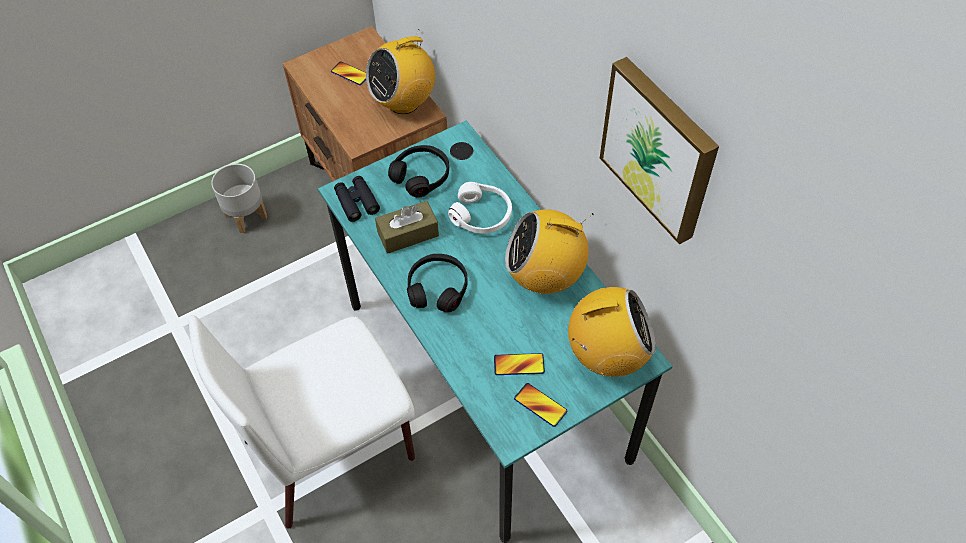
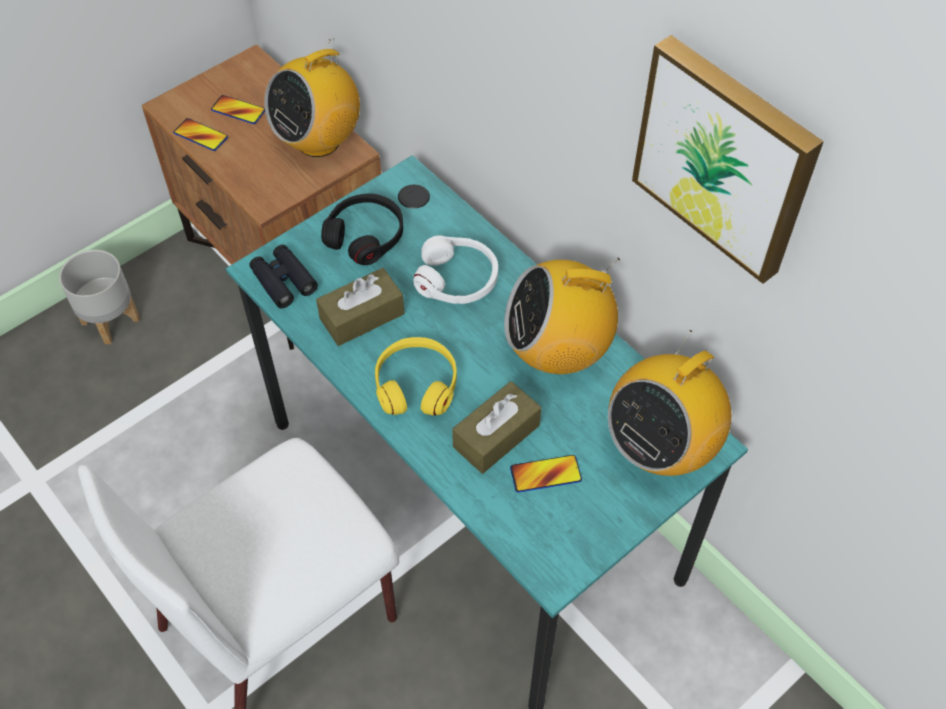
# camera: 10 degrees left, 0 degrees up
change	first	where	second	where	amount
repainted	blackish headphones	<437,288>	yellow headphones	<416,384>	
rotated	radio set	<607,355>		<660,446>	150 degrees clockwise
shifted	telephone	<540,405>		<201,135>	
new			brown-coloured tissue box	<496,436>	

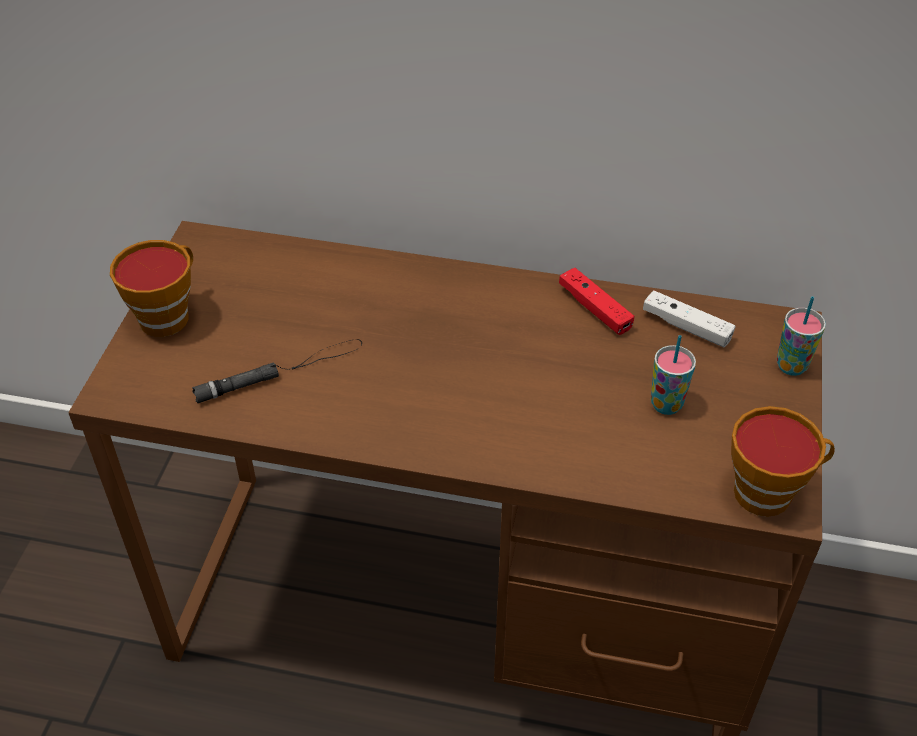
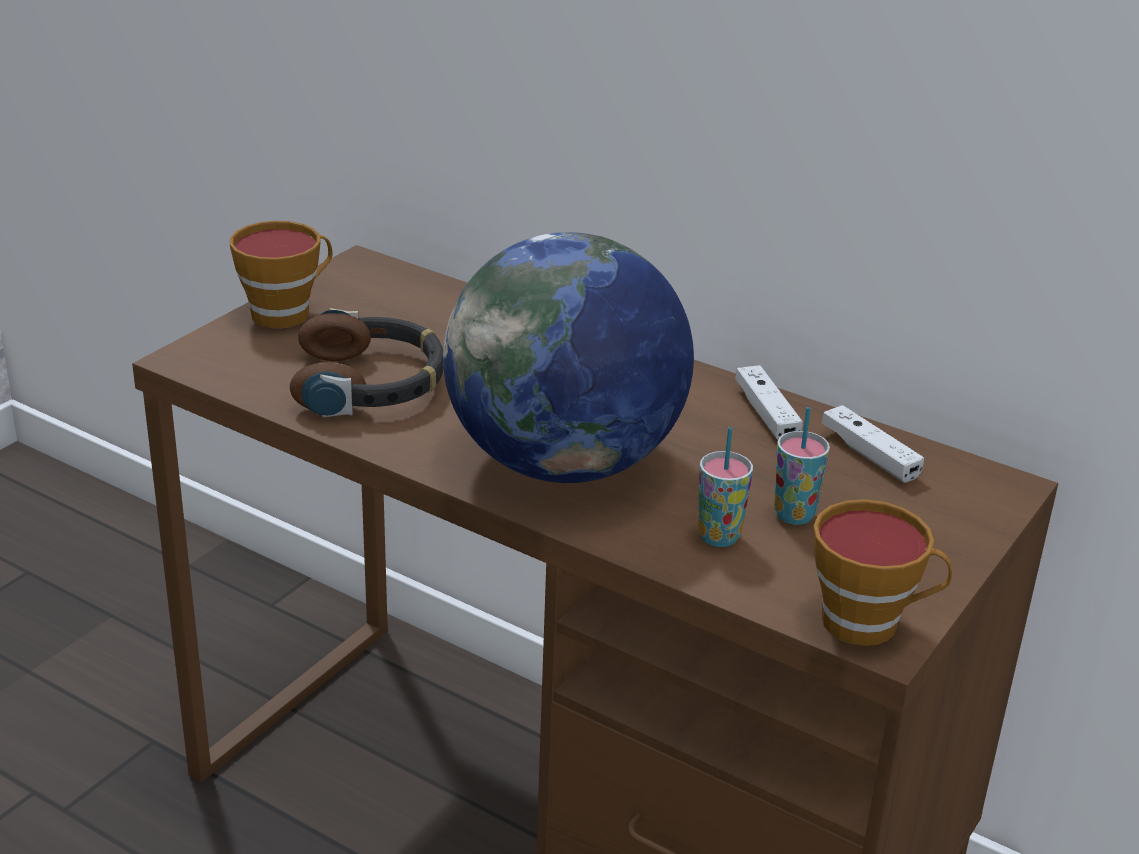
# camera: 20 degrees right, 15 degrees down
change	first	where	second	where	amount
repainted	red-coloured game controller	<594,309>	whitish game controller	<766,414>	
shifted	drinking cup	<791,366>		<719,537>	
swapped	blackish flashlight	<280,371>	headphones	<370,382>	
new			desk globe	<564,463>	

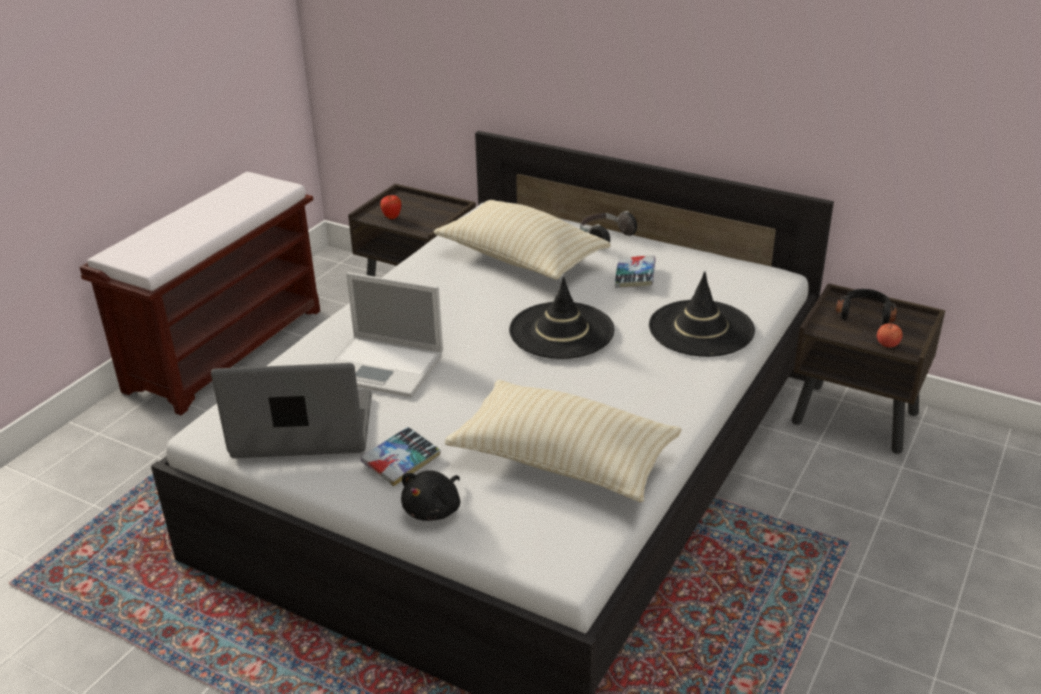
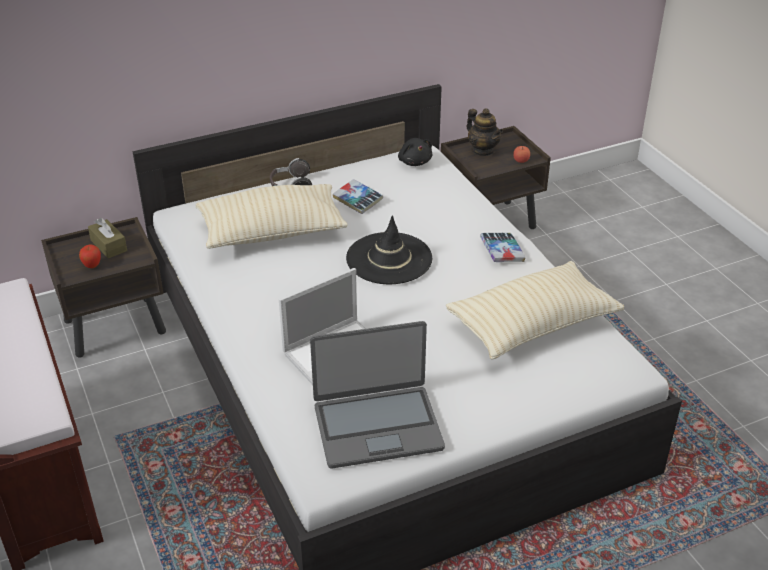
# camera: 55 degrees left, 5 degrees up
change	first	where	second	where	amount
gone	blackish clothing hat	<701,329>			
swapped	blackish headphones	<865,314>	teapot	<483,150>	
rotated	laptop	<303,429>		<377,426>	135 degrees counterclockwise
shifted	book	<401,462>		<502,251>	
shifted	blackish cuddly toy	<434,510>		<414,162>	
new			brown-coloured tissue box	<109,245>	

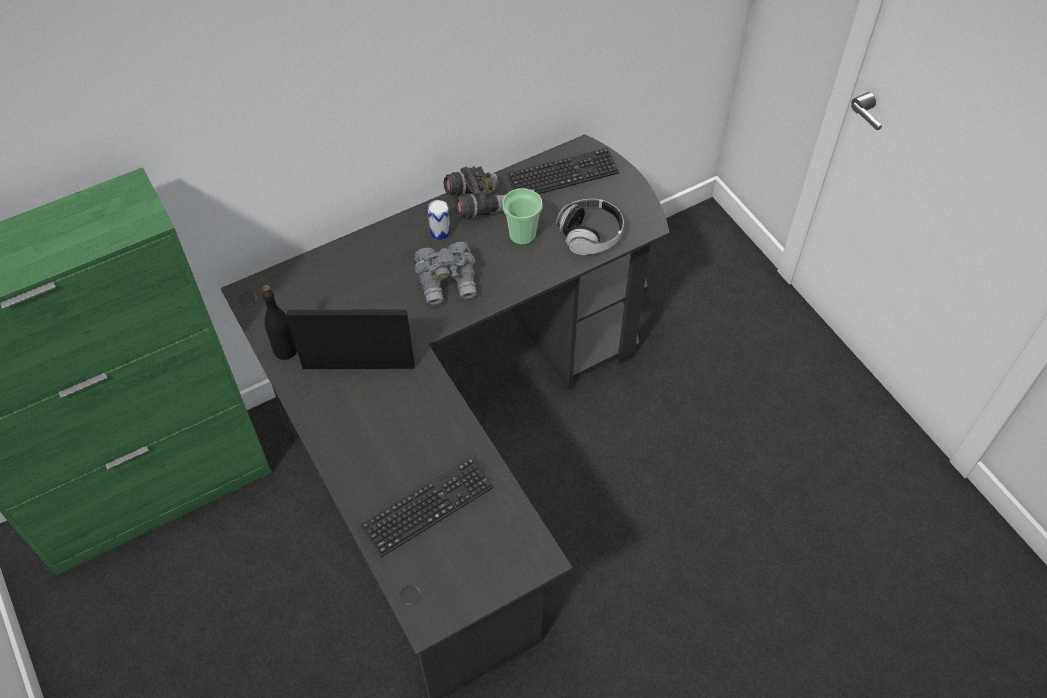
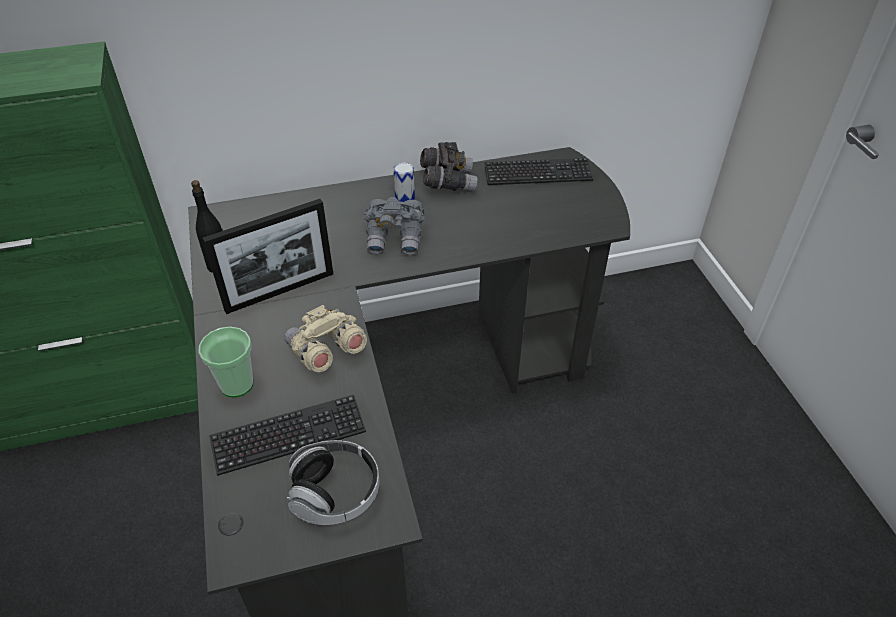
# camera: 15 degrees right, 10 degrees down
change	first	where	second	where	amount
shifted	drinking cup	<522,235>		<236,384>	
shifted	headphones	<590,236>		<335,493>	
rotated	picture frame	<358,366>		<280,291>	135 degrees clockwise
new			sand-coloured binoculars	<326,352>	

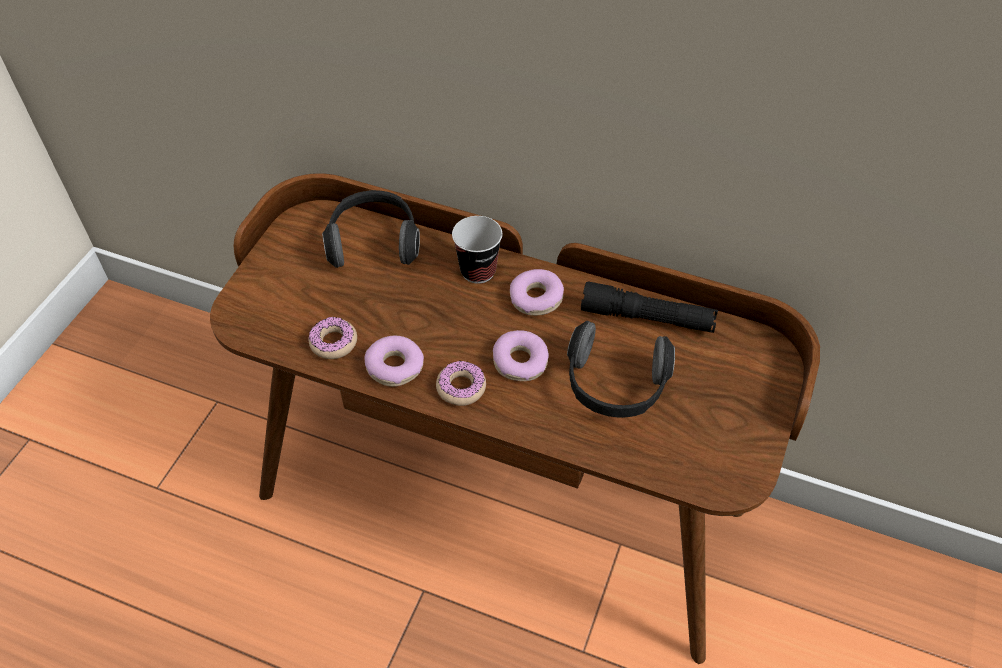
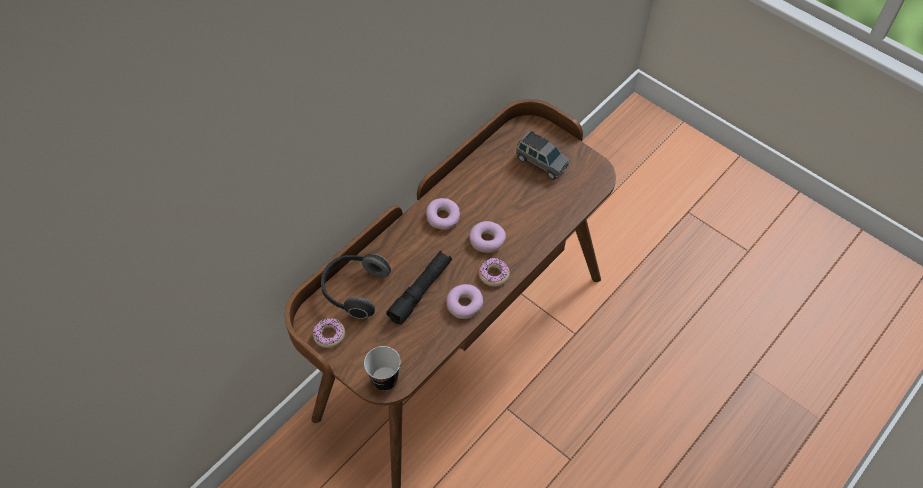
# camera: 70 degrees left, 5 degrees up
change	first	where	second	where	amount
shifted	drinking cup	<478,271>		<385,379>	
shifted	blackish flashlight	<647,318>		<420,291>	
shifted	ring doughnut	<333,342>		<329,335>	
gone	headphones	<615,386>			
new			greyish toy car	<541,162>	

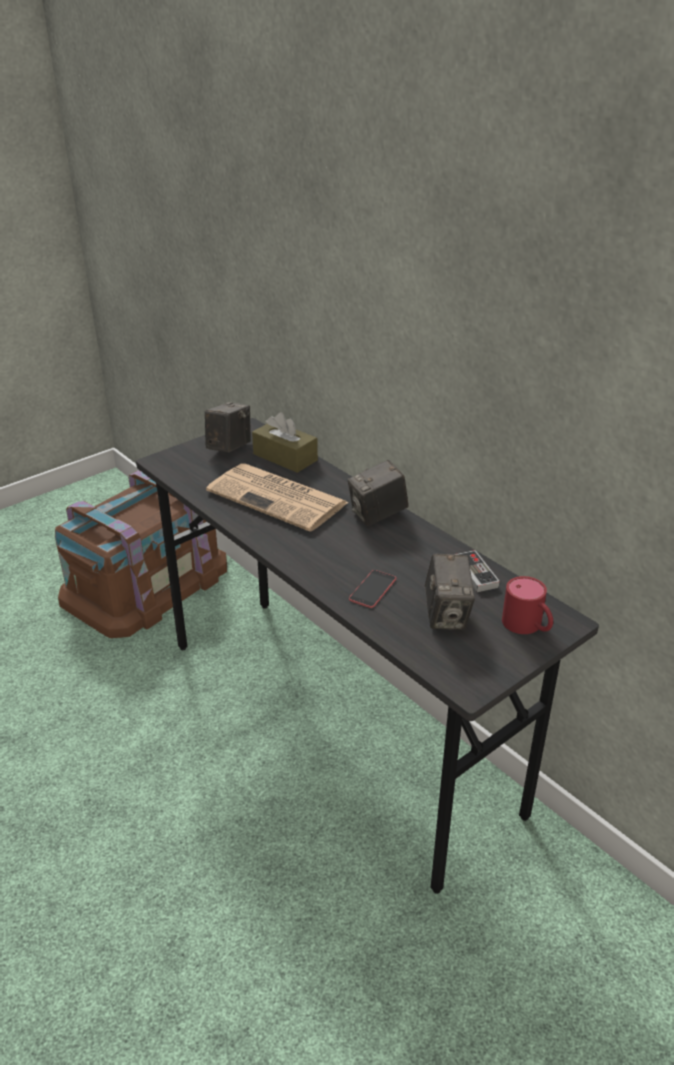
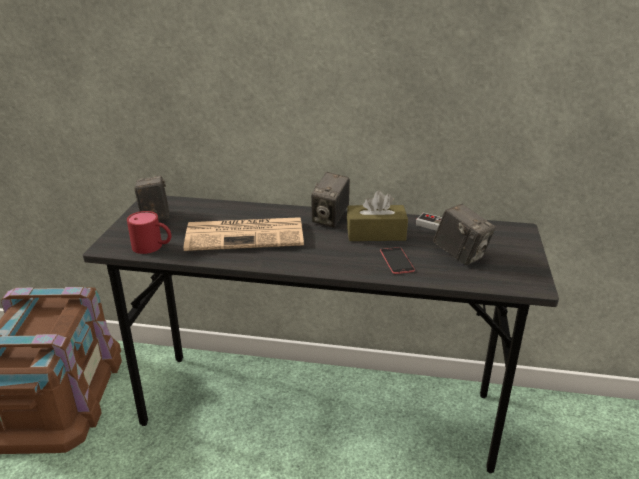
# camera: 40 degrees left, 5 degrees down
change	first	where	second	where	amount
shifted	brown-coloured tissue box	<285,457>		<376,233>	
shifted	red-coloured coffee mug	<528,626>		<153,247>	

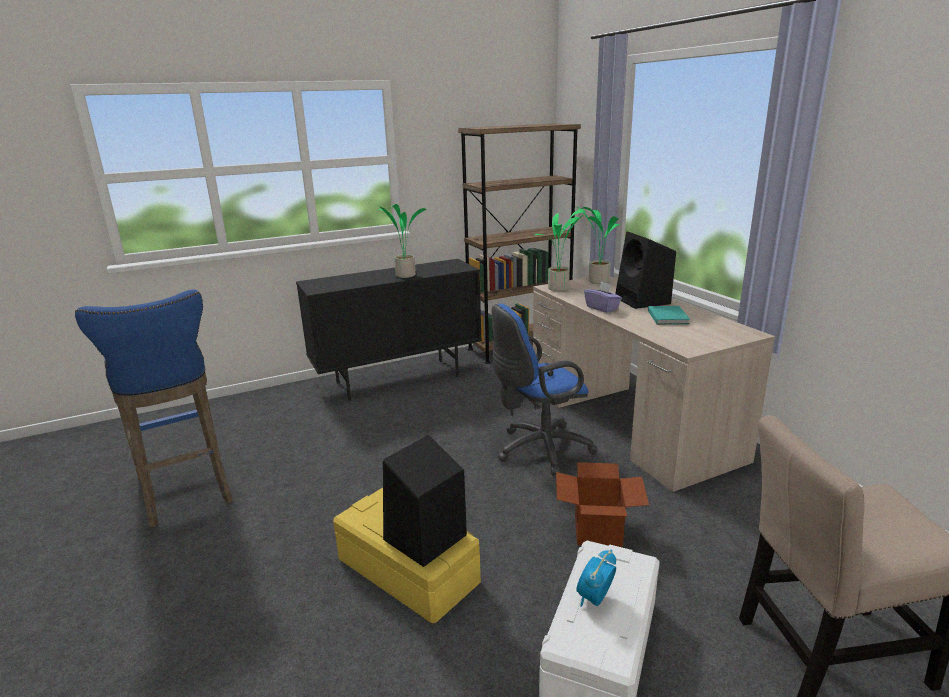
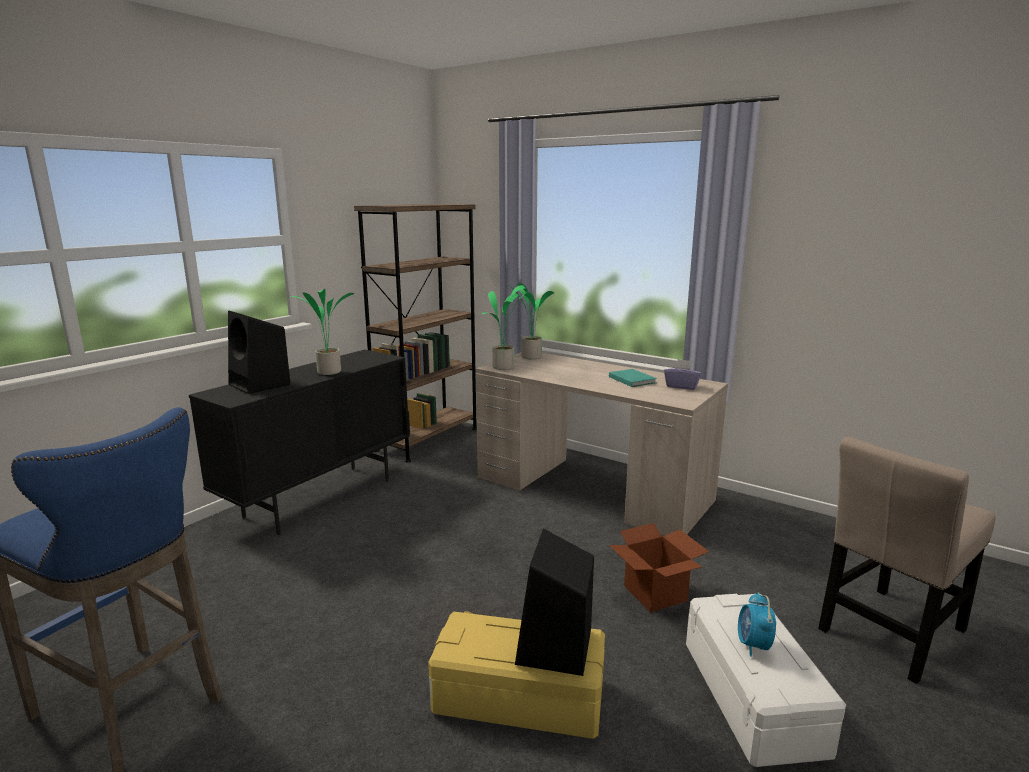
# camera: 30 degrees left, 5 degrees down
change	first	where	second	where	amount
shifted	blackish speaker	<643,301>		<260,384>	
shifted	purple tissue box	<602,308>		<681,386>	
gone	bluish desk chair	<539,450>			

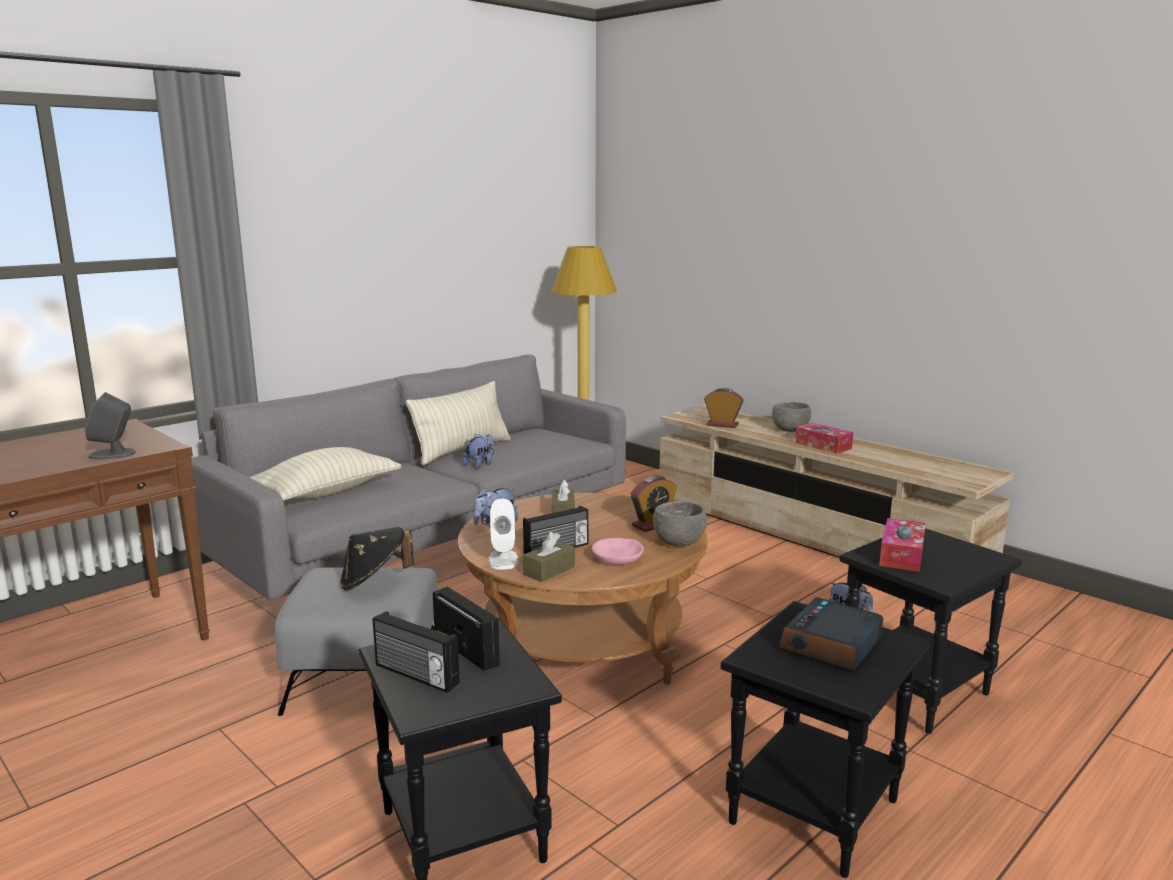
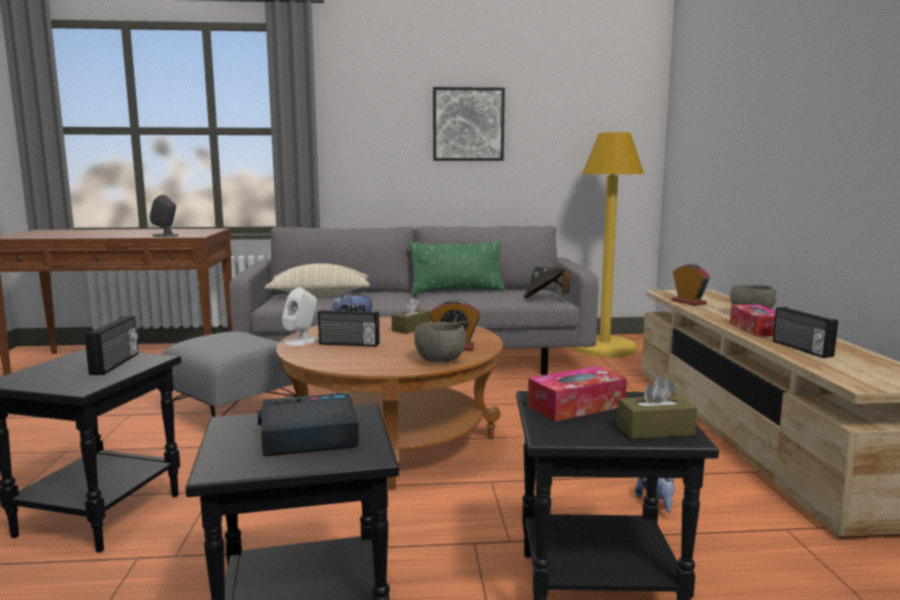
# camera: 40 degrees right, 5 degrees down
change	first	where	second	where	amount
repainted	sand-coloured cushion	<462,450>	green cushion	<457,291>	
gone	cuddly toy	<480,464>			
shifted	blackish clothing hat	<374,581>		<545,299>	
shifted	brown-coloured tissue box	<549,570>		<655,430>	
gone	pinkish deep dish	<618,558>			
shifted	radio set	<415,675>		<800,349>	
new			wall picture	<468,124>	

